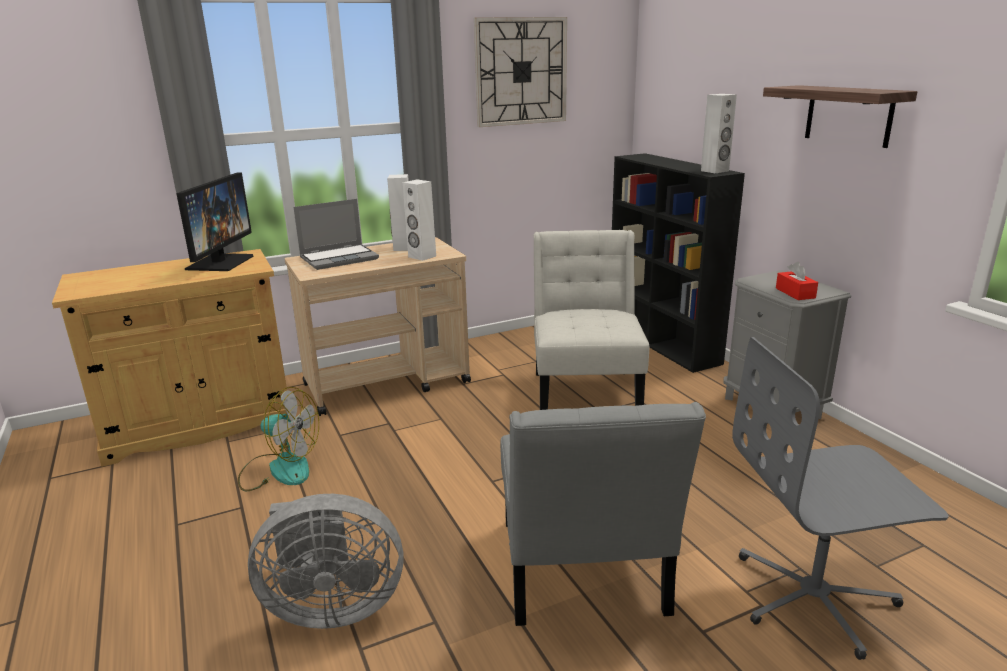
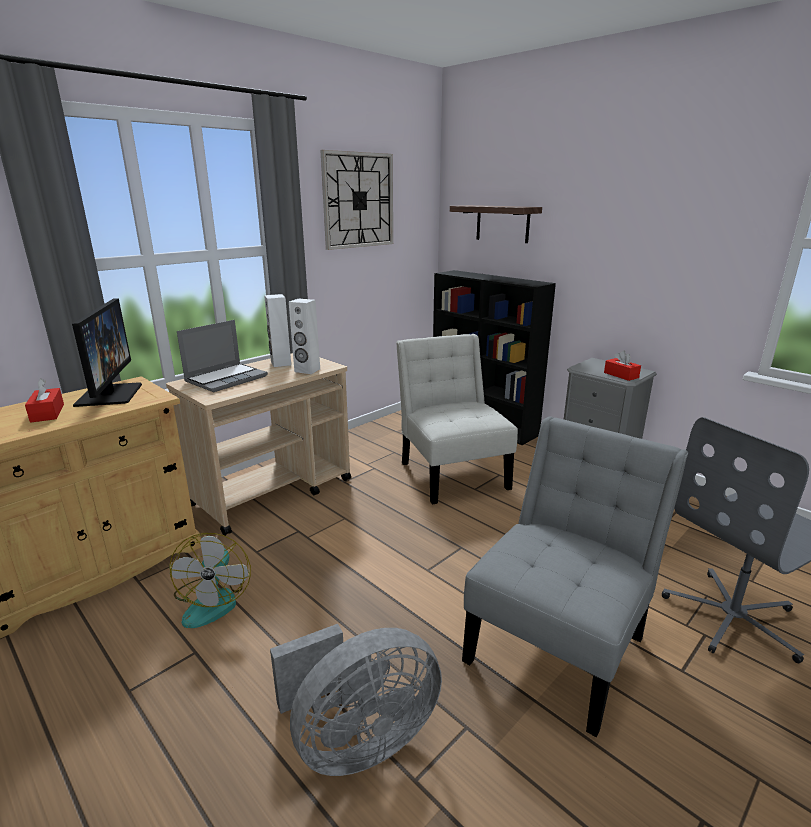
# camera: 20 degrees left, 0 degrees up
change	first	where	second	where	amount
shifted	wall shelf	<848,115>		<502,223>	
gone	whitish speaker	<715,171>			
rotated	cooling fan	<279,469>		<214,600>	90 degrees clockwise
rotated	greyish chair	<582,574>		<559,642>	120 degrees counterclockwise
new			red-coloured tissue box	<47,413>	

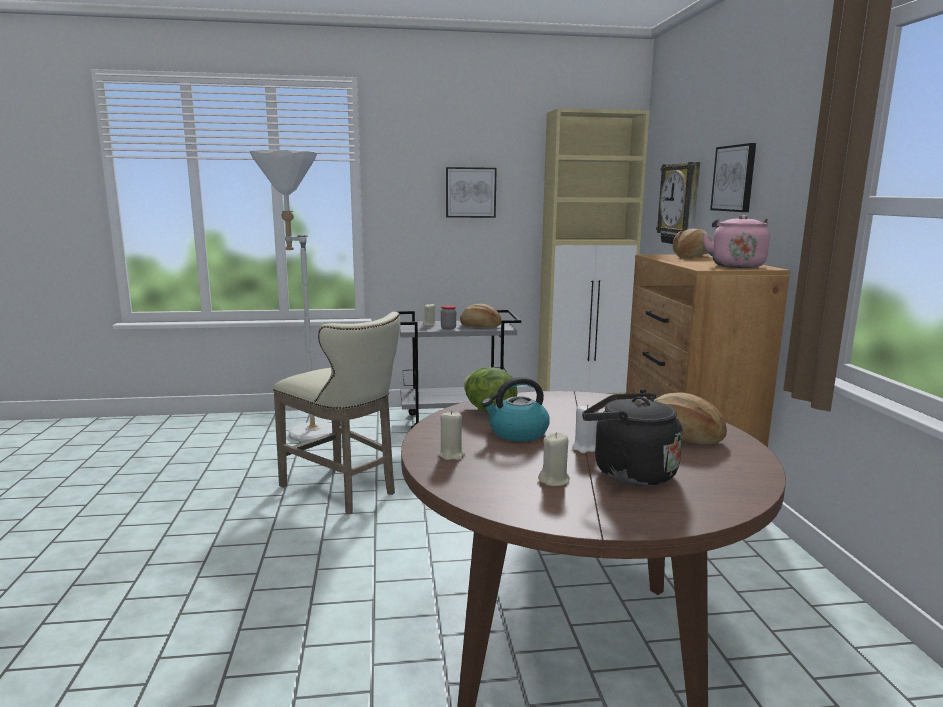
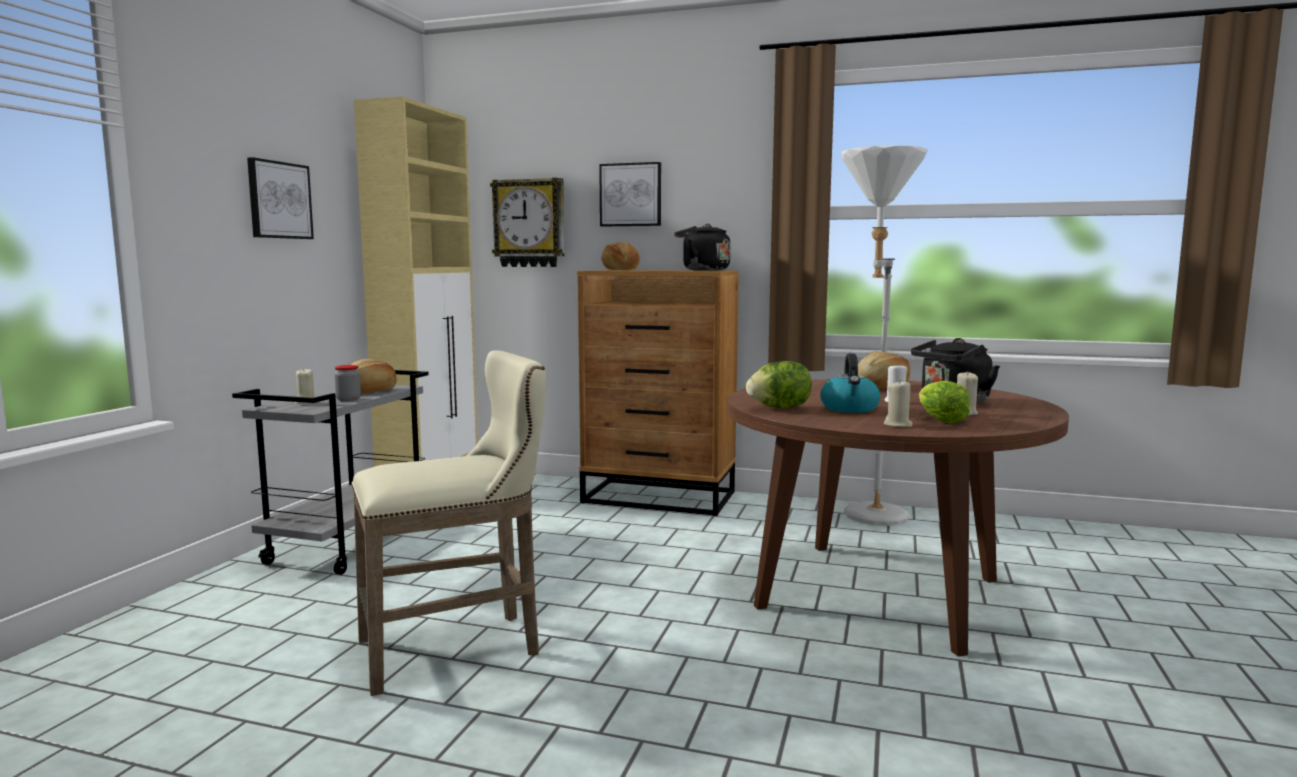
# camera: 65 degrees left, 5 degrees down
change	first	where	second	where	amount
shifted	whitish standard lamp	<303,432>		<869,519>	
repainted	pinkish kettle	<736,266>	blackish kettle	<702,270>	
new			lettuce head	<939,419>	

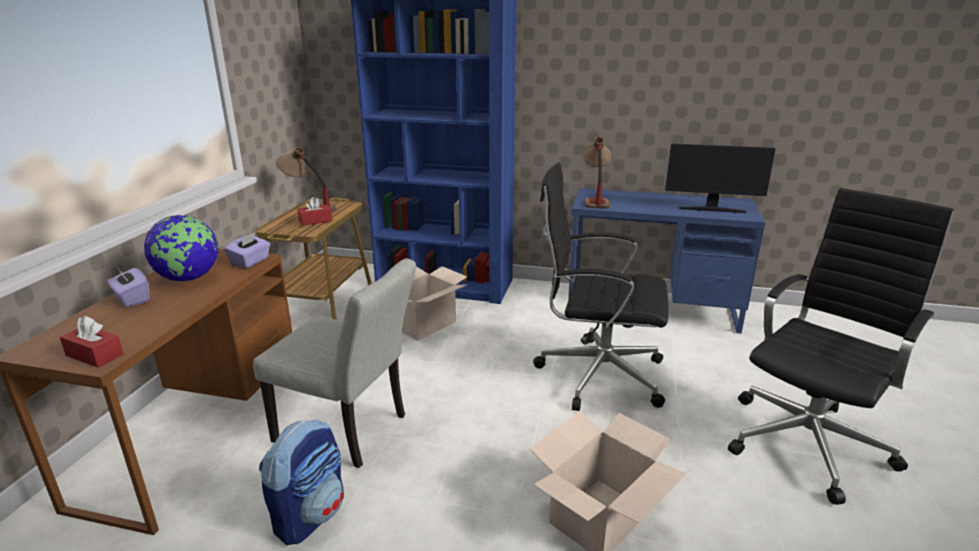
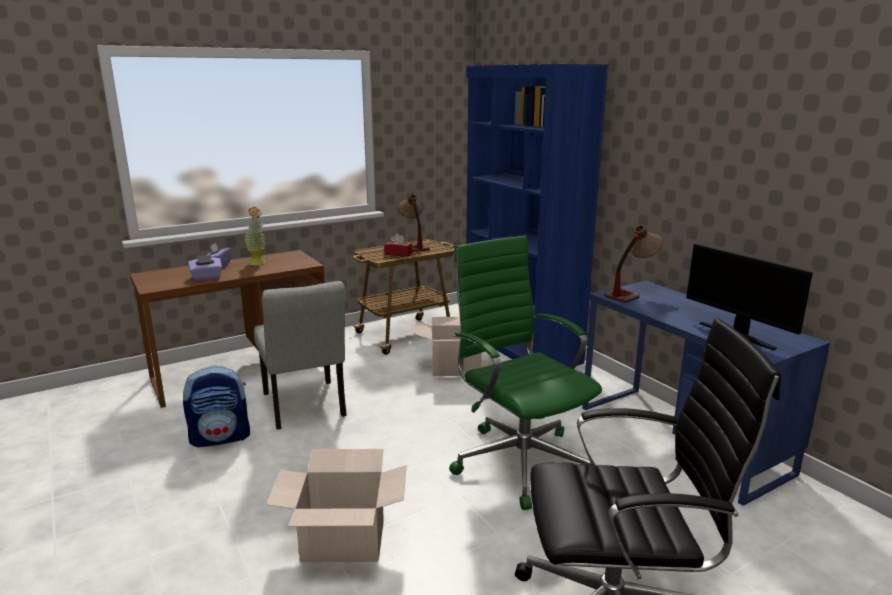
# camera: 45 degrees right, 5 degrees down
change	first	where	second	where	amount
repainted	blackish desk chair	<597,374>	green desk chair	<519,460>	
swapped	desk globe	<189,278>	houseplant	<258,264>	
shifted	purple tissue box	<250,262>		<206,277>	
gone	red-coloured tissue box	<95,355>			

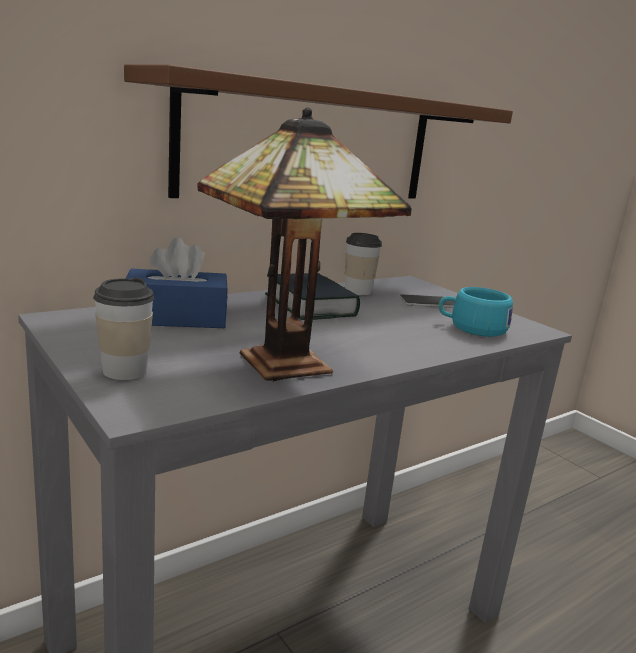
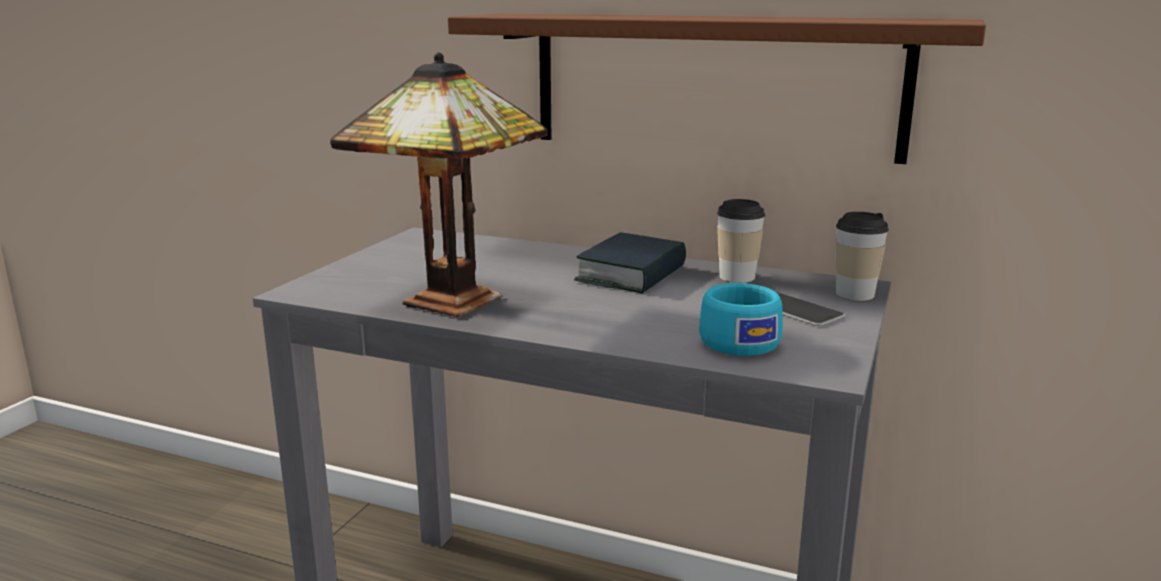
# camera: 60 degrees right, 0 degrees up
change	first	where	second	where	amount
gone	bluish tissue box	<176,318>			
shifted	drinking cup	<124,371>		<855,294>	

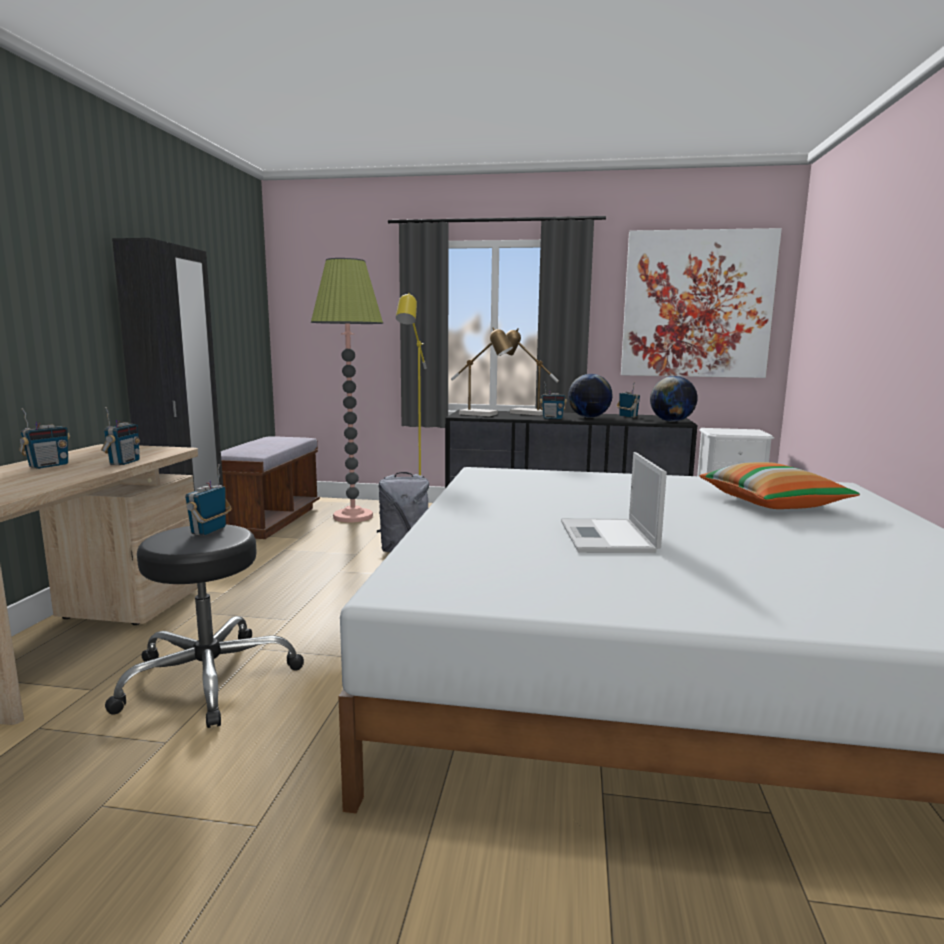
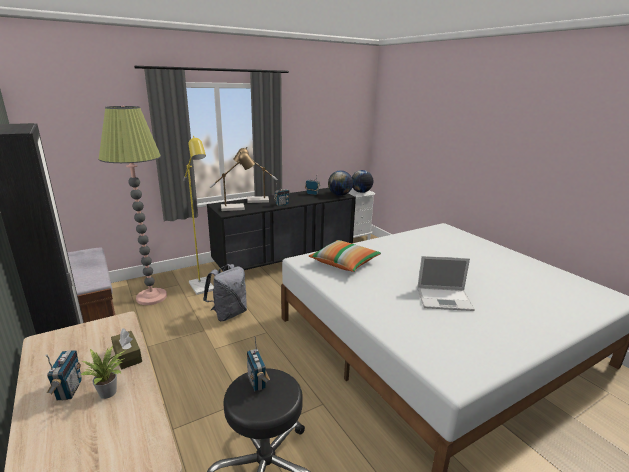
# camera: 40 degrees left, 10 degrees up
change	first	where	second	where	amount
gone	wall picture	<696,305>			
shifted	desk globe	<589,417>		<361,192>	
swapped	radio set	<124,462>	brown-coloured tissue box	<127,355>	
rotated	laptop	<608,537>		<445,299>	45 degrees counterclockwise
shifted	cushion	<772,503>		<344,263>	
new			houseplant	<110,392>	

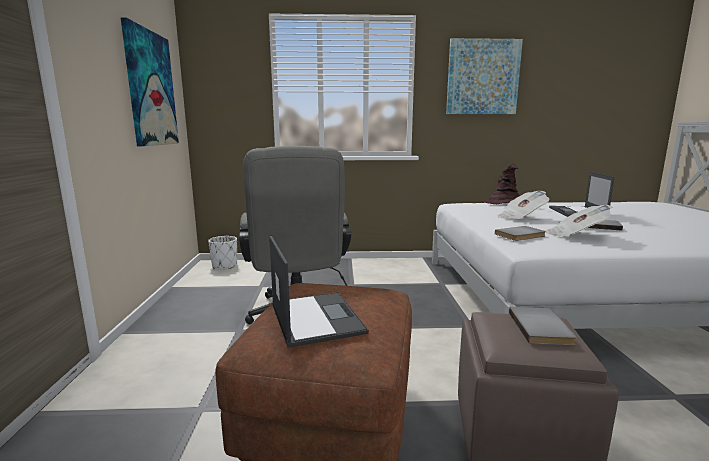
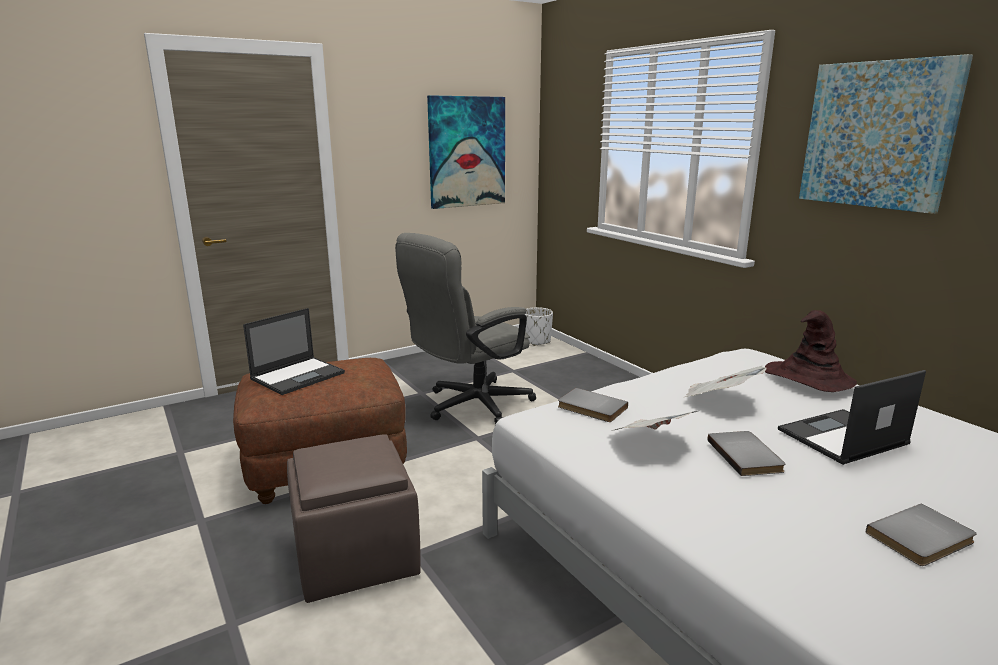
# camera: 60 degrees right, 5 degrees up
change	first	where	second	where	amount
shifted	greyish book	<542,328>		<923,539>	

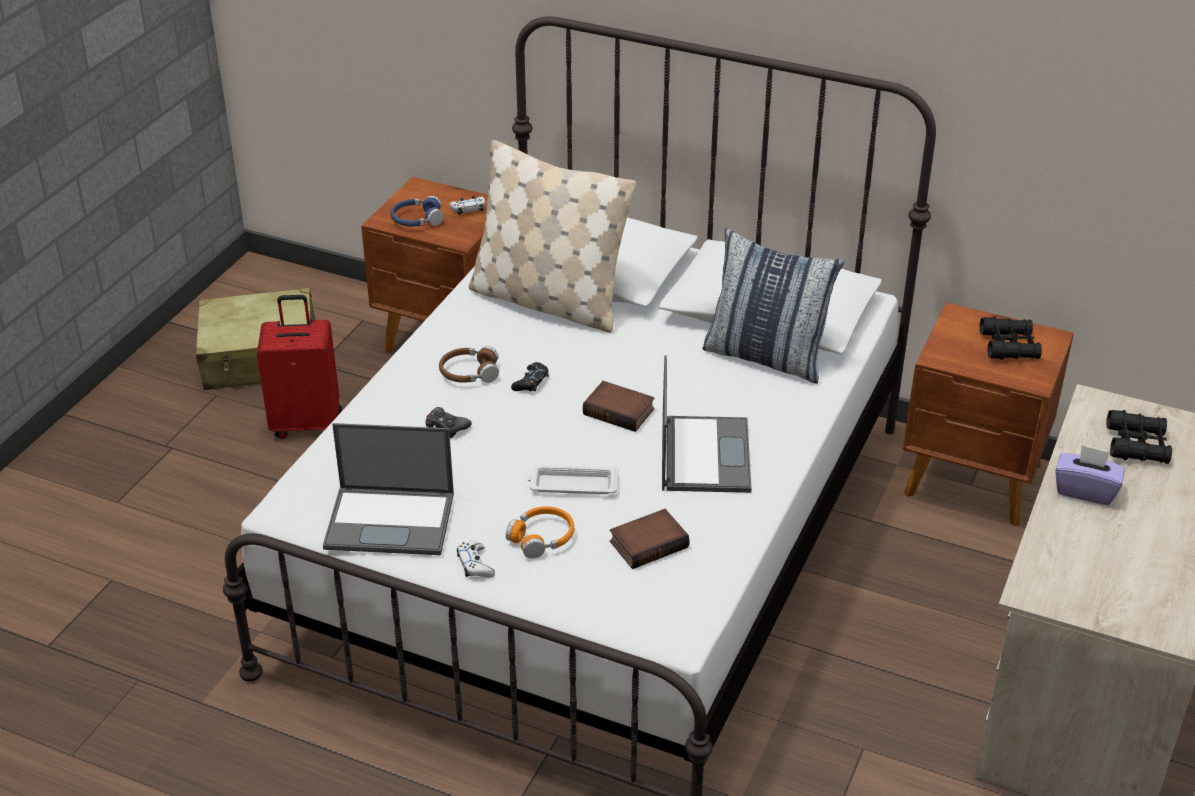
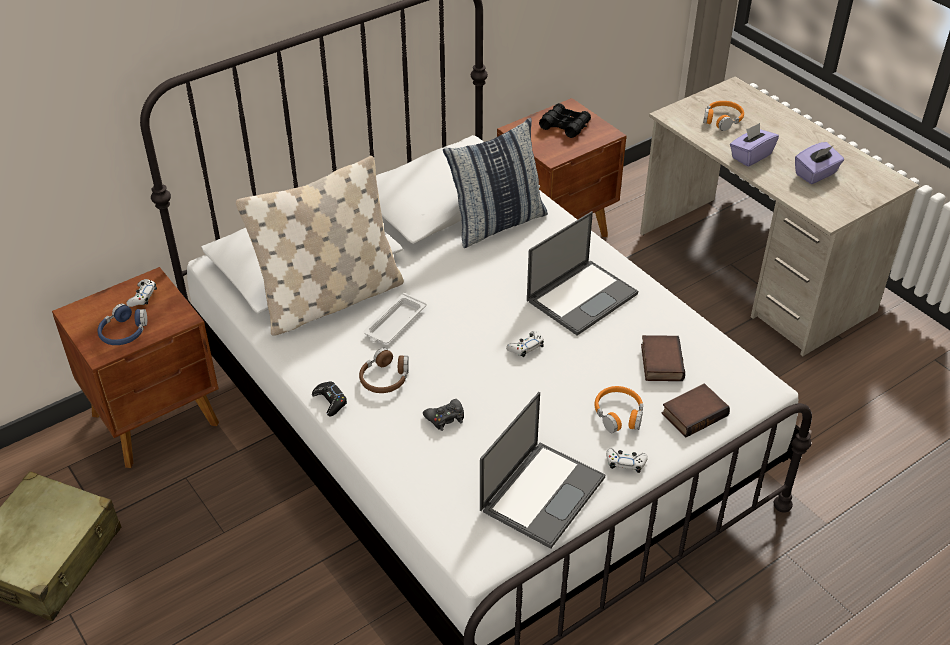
# camera: 60 degrees left, 5 degrees up
change	first	where	second	where	amount
gone	red-coloured travel case	<307,423>			
rotated	laptop	<704,454>		<582,296>	105 degrees clockwise
shifted	blackish game controller	<530,382>		<330,401>	
shifted	book	<620,411>		<694,413>	
swapped	blackish binoculars	<1137,445>	orange-coloured headphones	<722,120>	
shifted	whitish tray	<572,485>		<394,323>	
new			purple tissue box	<816,174>	
new			whitish game controller	<526,347>	

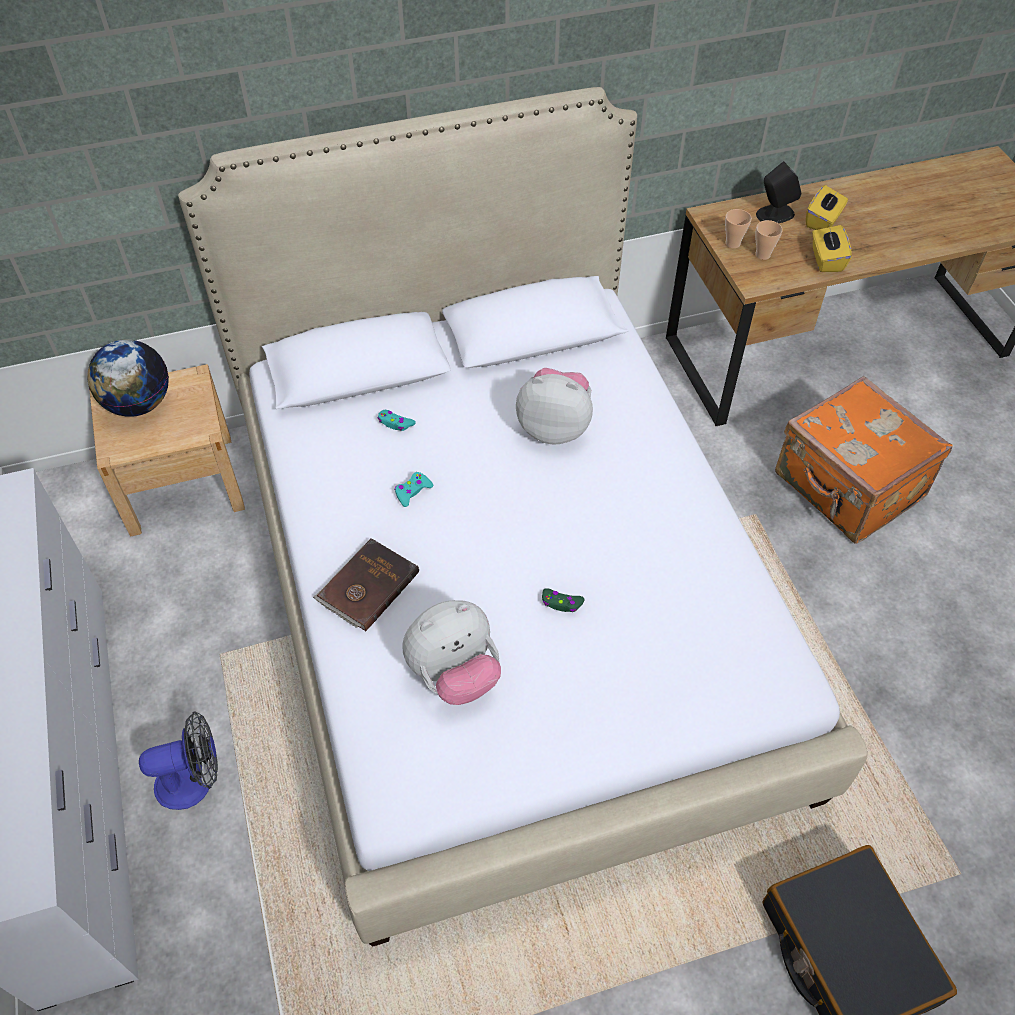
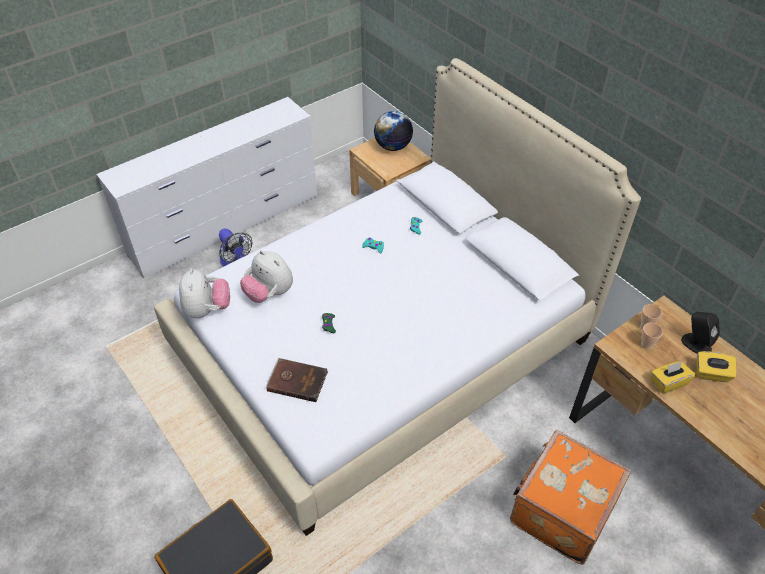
# camera: 70 degrees right, 5 degrees down
change	first	where	second	where	amount
shifted	cuddly toy	<554,427>		<207,310>	
shifted	brown-coloured book	<367,586>		<297,380>	

